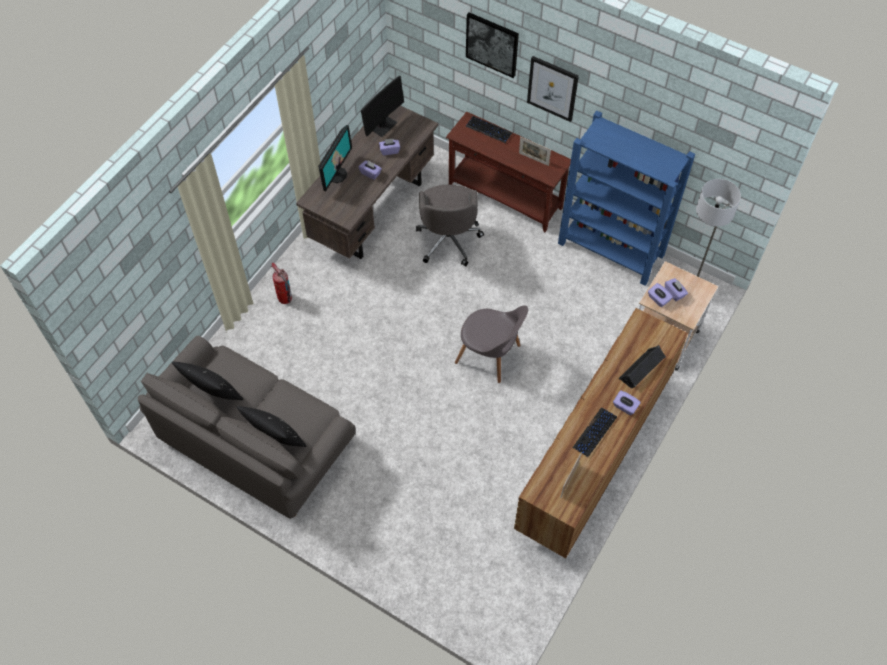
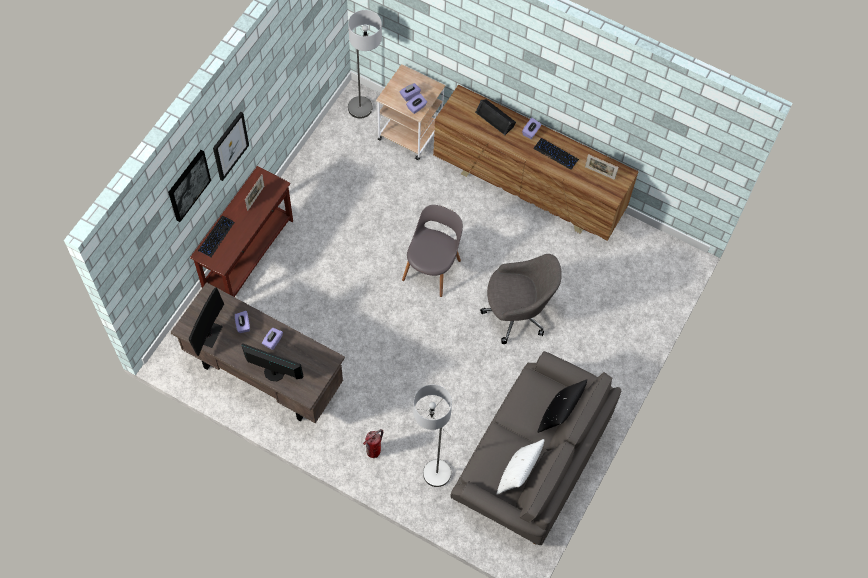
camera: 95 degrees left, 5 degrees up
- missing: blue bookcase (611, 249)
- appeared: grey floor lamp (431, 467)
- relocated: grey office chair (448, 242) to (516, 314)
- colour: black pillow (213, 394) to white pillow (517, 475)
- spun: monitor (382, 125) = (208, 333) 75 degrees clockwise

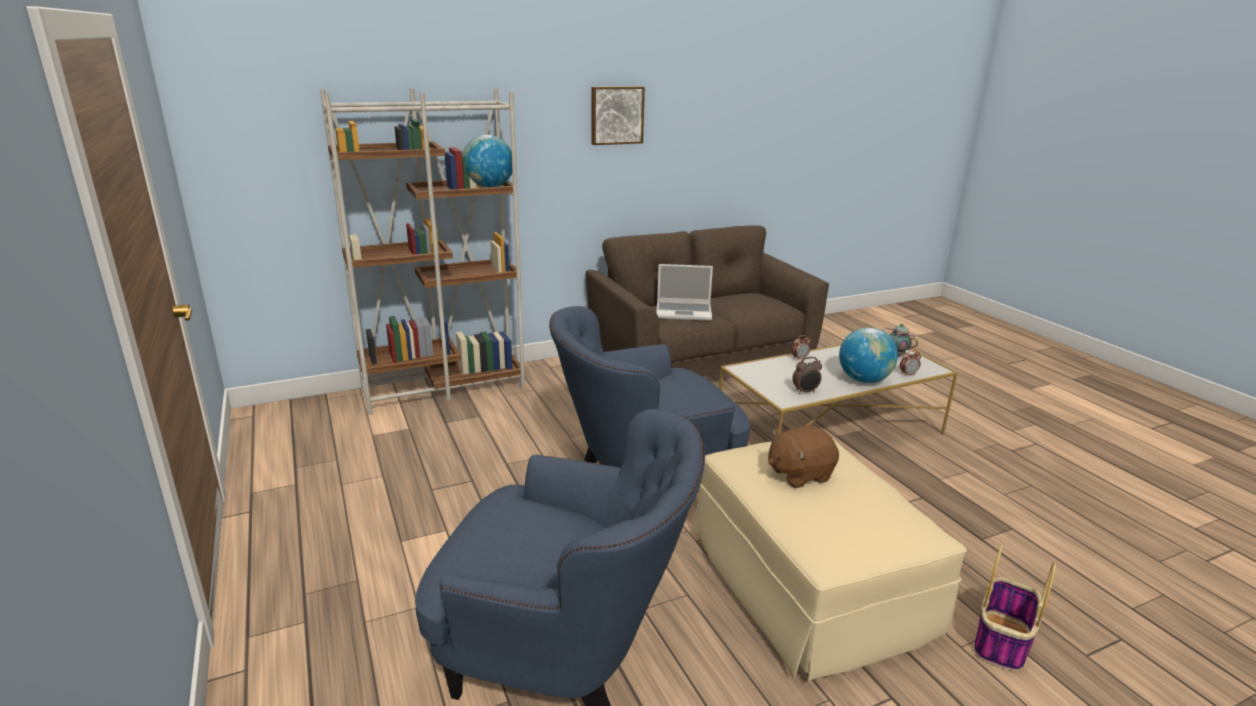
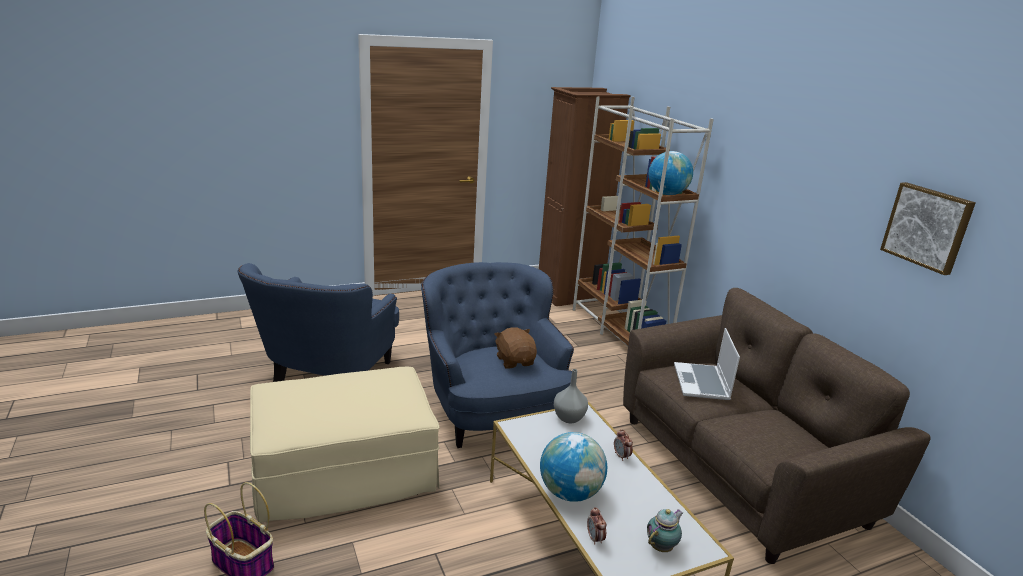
camera: 90 degrees right, 0 degrees up
- missing: alarm clock (805, 392)
- appeared: brown cabinet (568, 295)
- appeared: grey vase (569, 418)
- relocated: picture (616, 115) to (927, 227)
- relocated: brown plush toy (799, 474) to (515, 361)

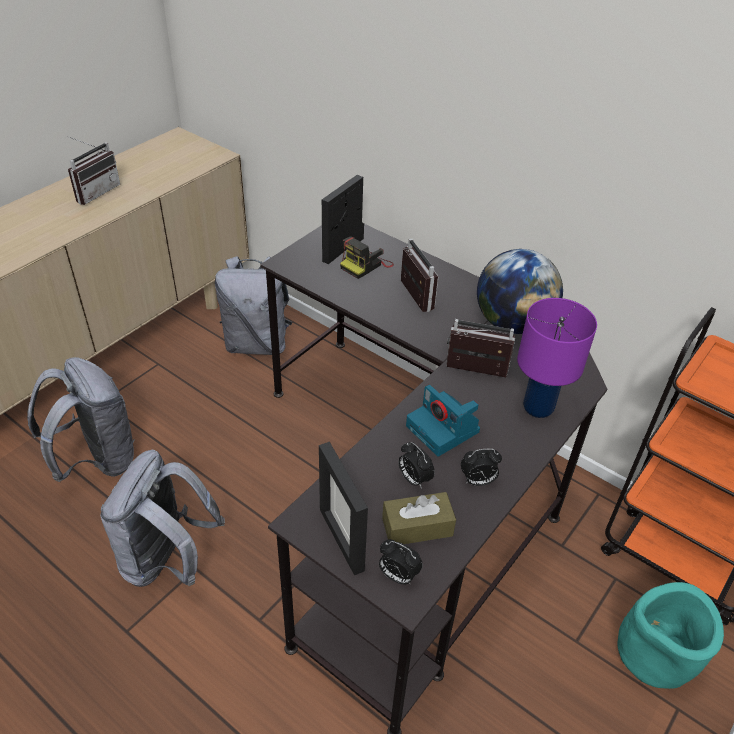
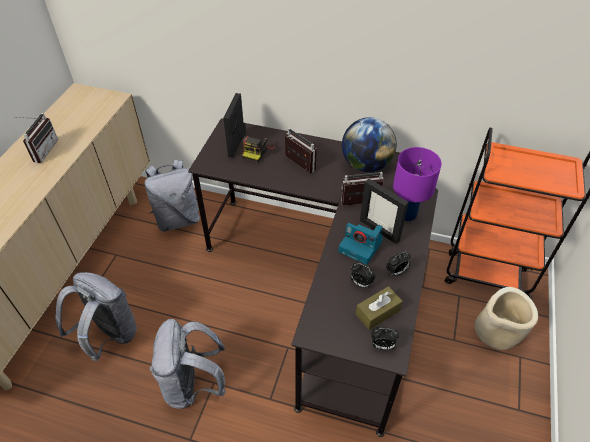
camera: 20 degrees left, 5 degrees up
- relocated: picture frame (343, 539) to (380, 230)
- colour: turquoise planter (653, 656) to beige planter (496, 333)

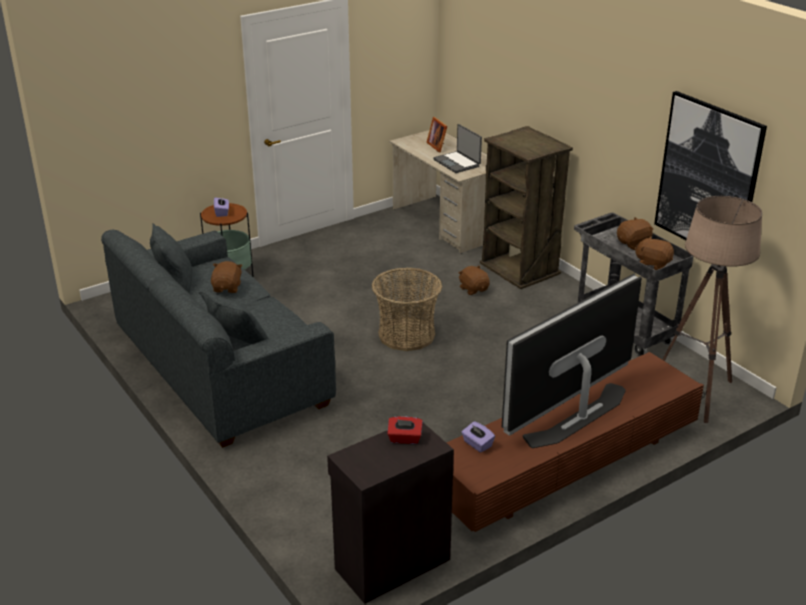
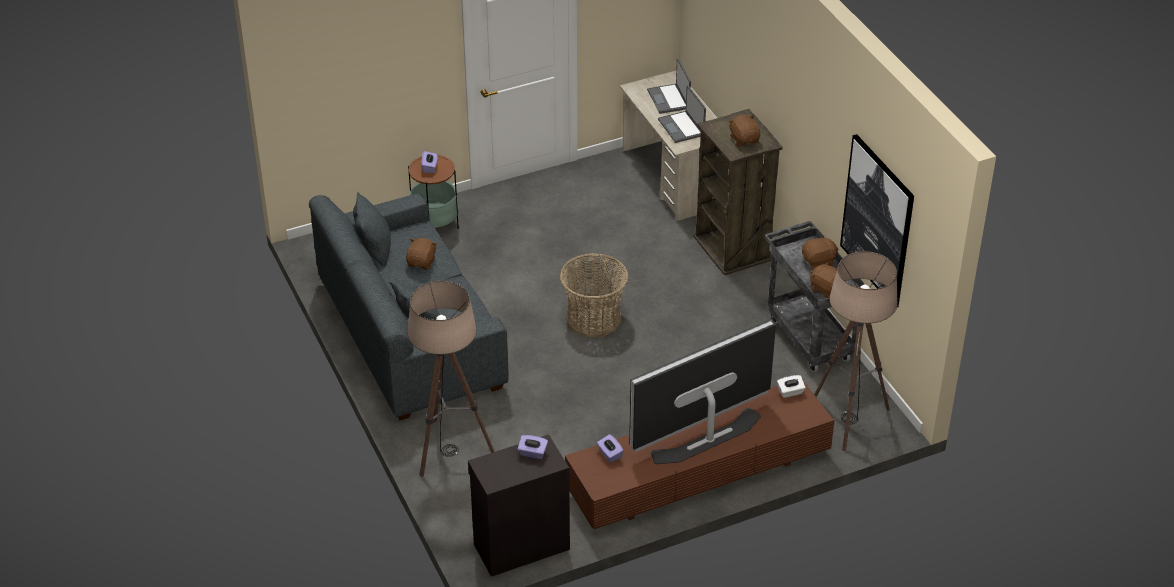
camera: 10 degrees right, 10 degrees up
- appeared: floor lamp (450, 449)
- appeared: white tissue box (790, 392)
- relocated: brown plush toy (473, 289) to (744, 139)
- exchanged: picture frame (438, 146) to laptop (669, 99)
- colour: red tissue box (404, 439) to purple tissue box (532, 453)

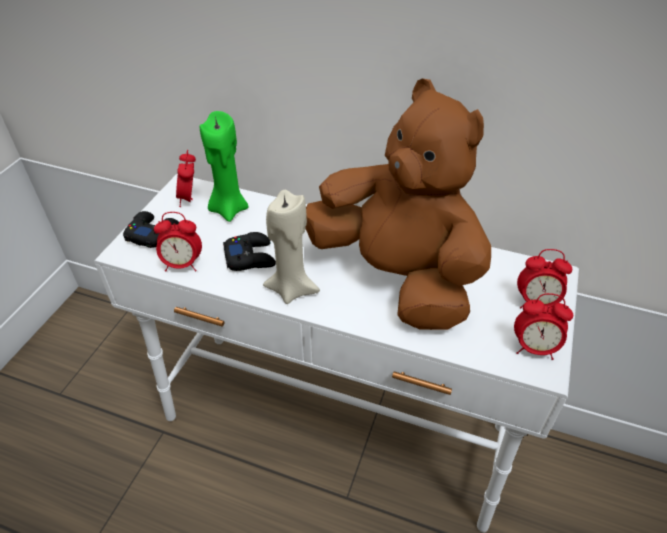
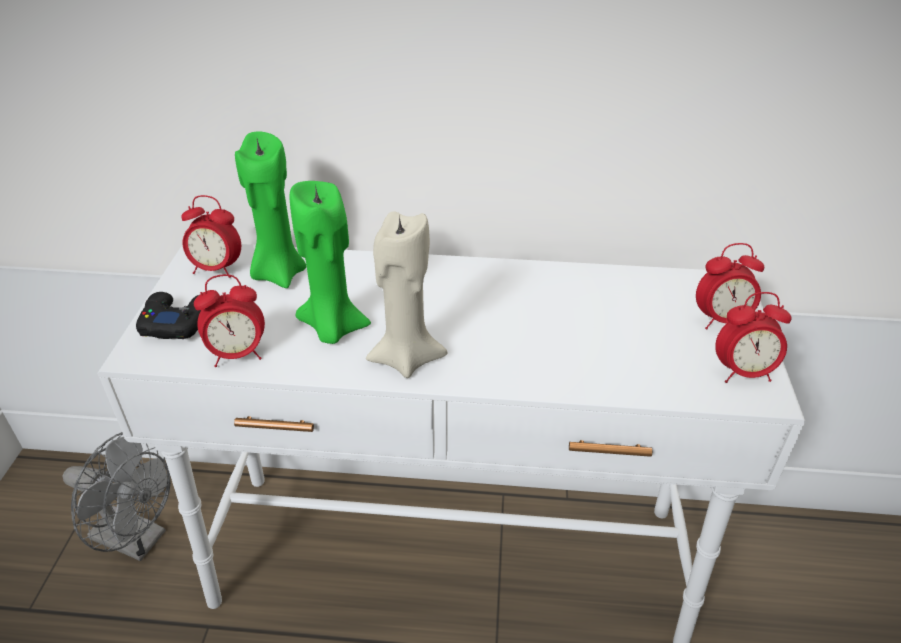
camera: 15 degrees left, 5 degrees down
- missing: brown plush toy (396, 276)
- appeared: grey fan (138, 539)
- exchanged: black game controller (250, 257) to green candle (332, 328)
- spun: alarm clock (190, 199) = (217, 269) 60 degrees counterclockwise

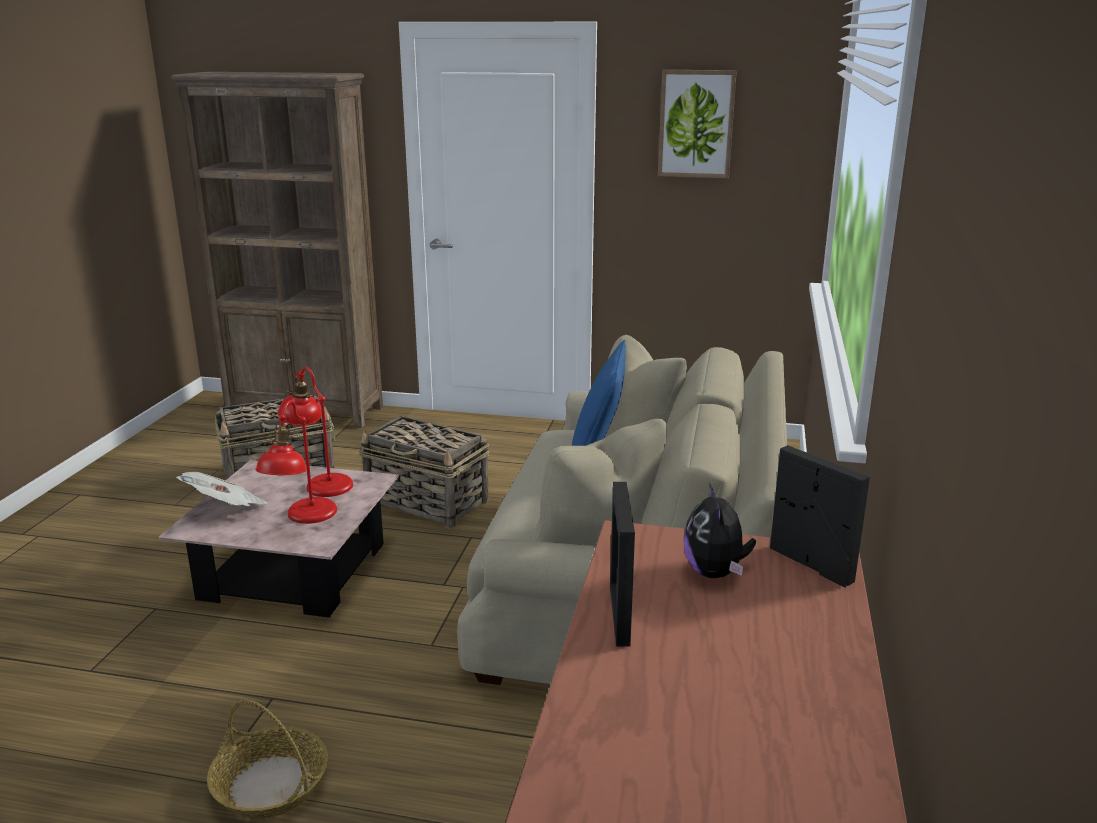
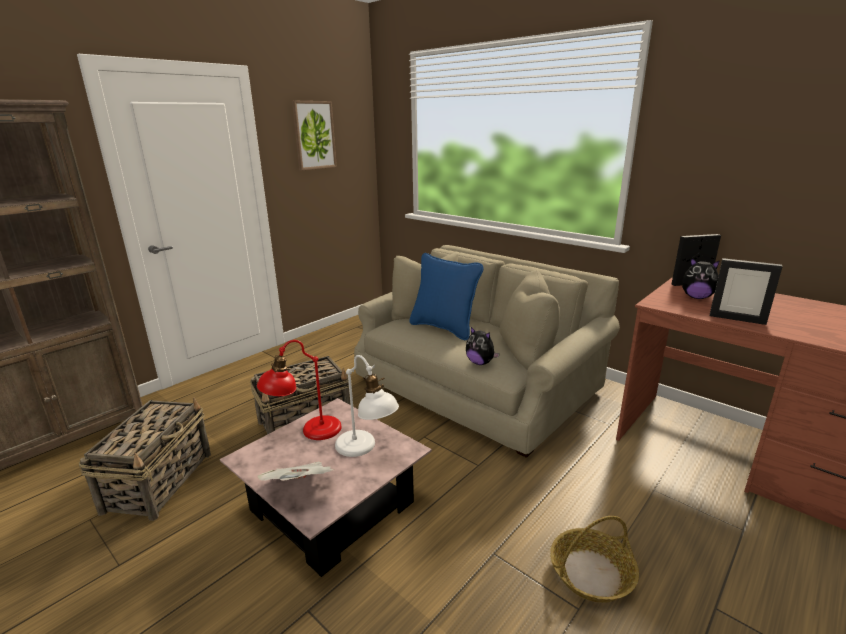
camera: 60 degrees left, 0 degrees up
- appeared: plush toy (480, 363)
- colour: red table lamp (302, 522) to white table lamp (367, 451)

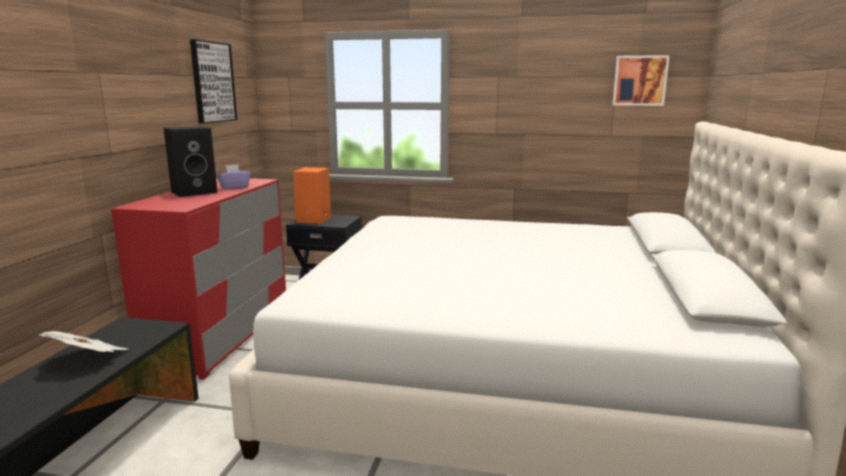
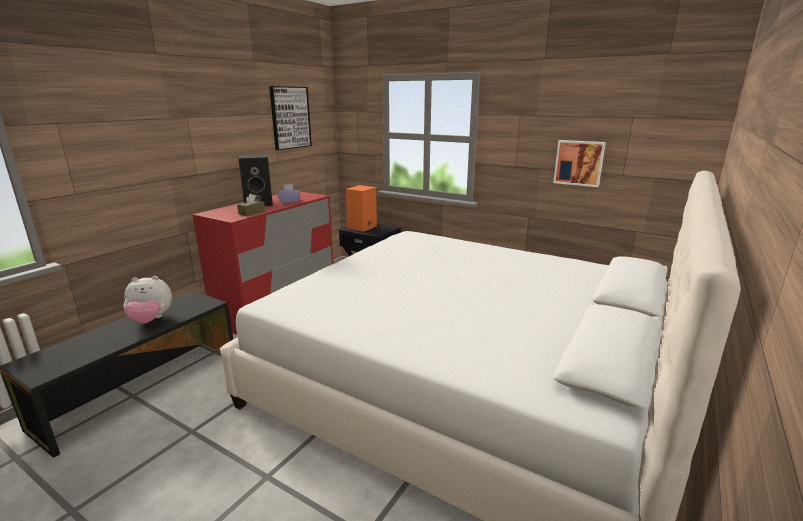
camera: 20 degrees right, 5 degrees up
- appeared: brown tissue box (252, 213)
- relocated: picture (639, 80) to (579, 163)
- exchanged: newspaper (88, 359) to plush toy (151, 320)

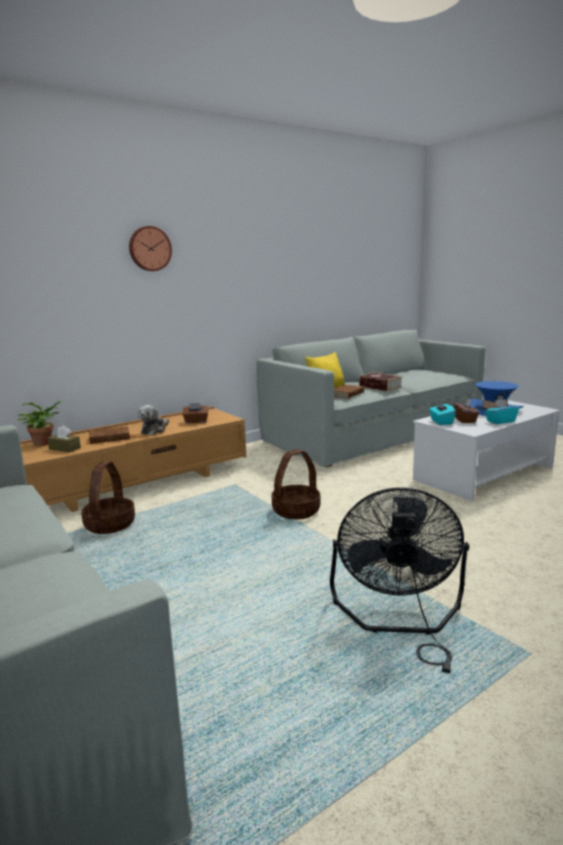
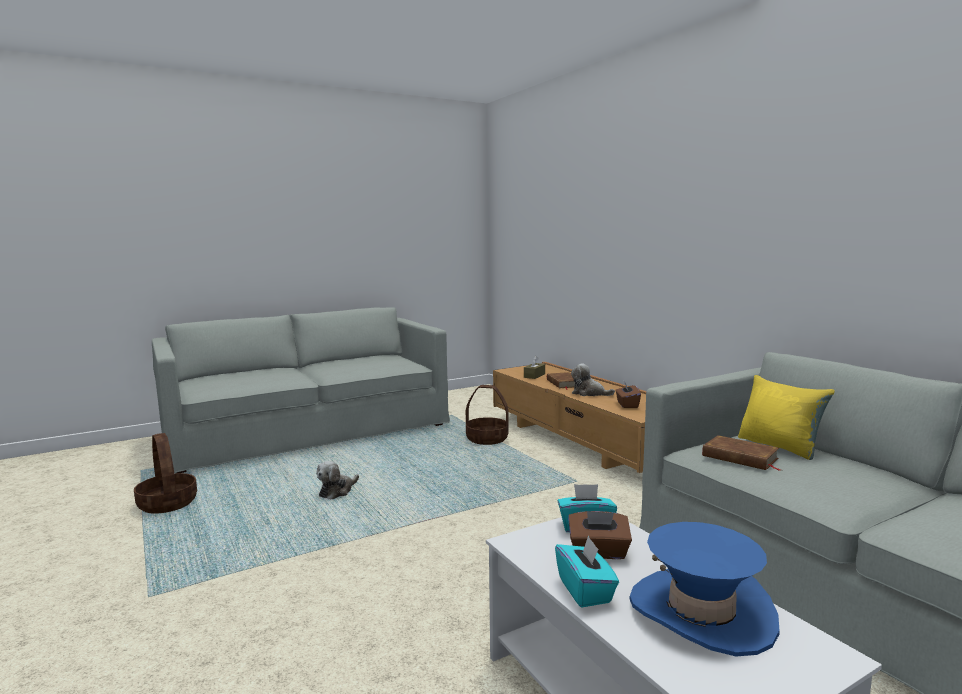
camera: 95 degrees right, 5 degrees down
- missing: potted plant (45, 443)
- missing: wall clock (149, 249)
- missing: black fan (403, 621)
- missing: book (380, 387)
- appeared: plush toy (337, 491)
- relocated: basket (296, 510) to (168, 504)

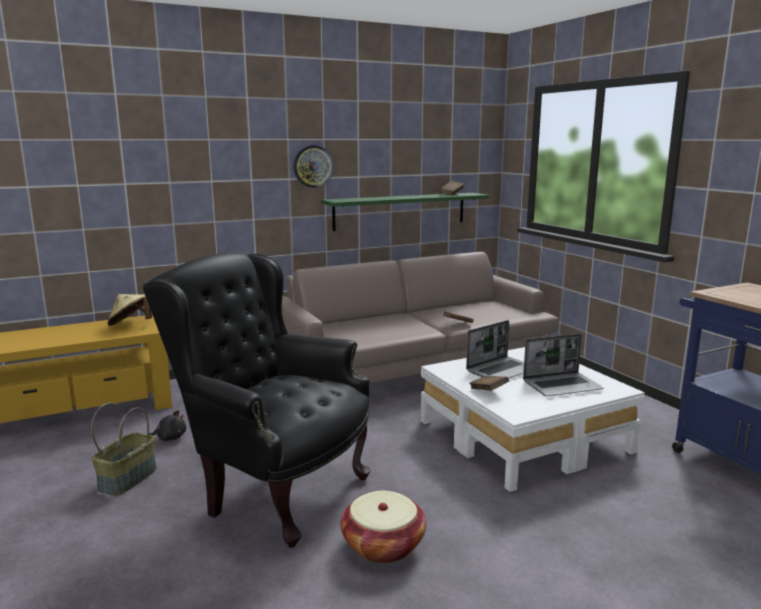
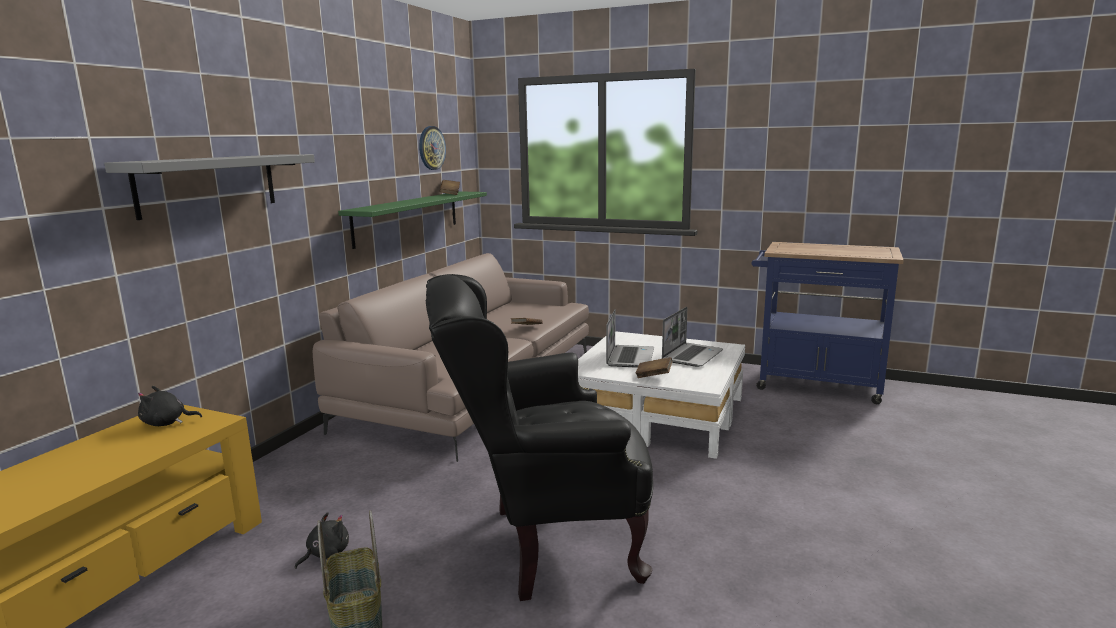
camera: 40 degrees left, 0 degrees up
- missing: basket (383, 545)
- appeared: grey shelf (208, 184)
- relocated: wall clock (312, 166) to (431, 148)
- exchanged: beige hat (131, 324) to black plush toy (167, 423)

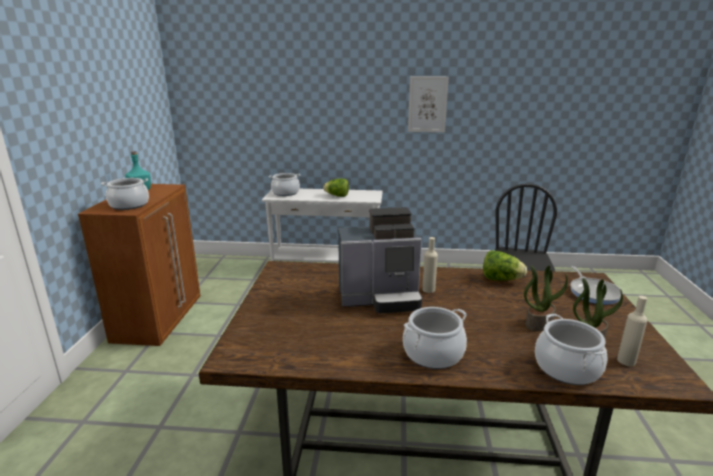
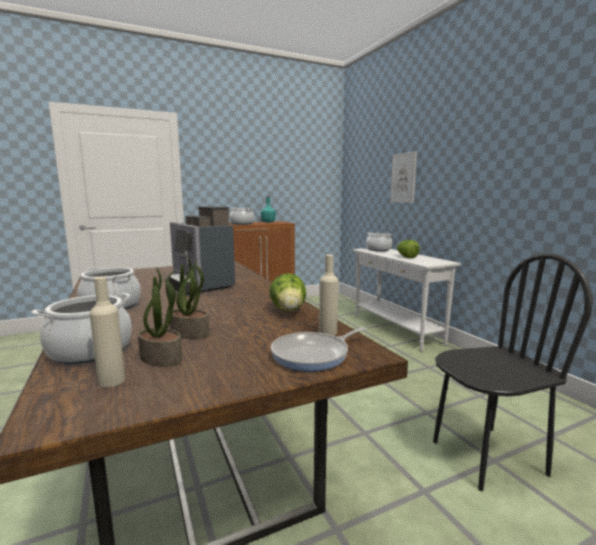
camera: 60 degrees right, 10 degrees down
- relocated: picture (427, 104) to (403, 178)
- relocated: beige bottle (428, 289) to (328, 332)

